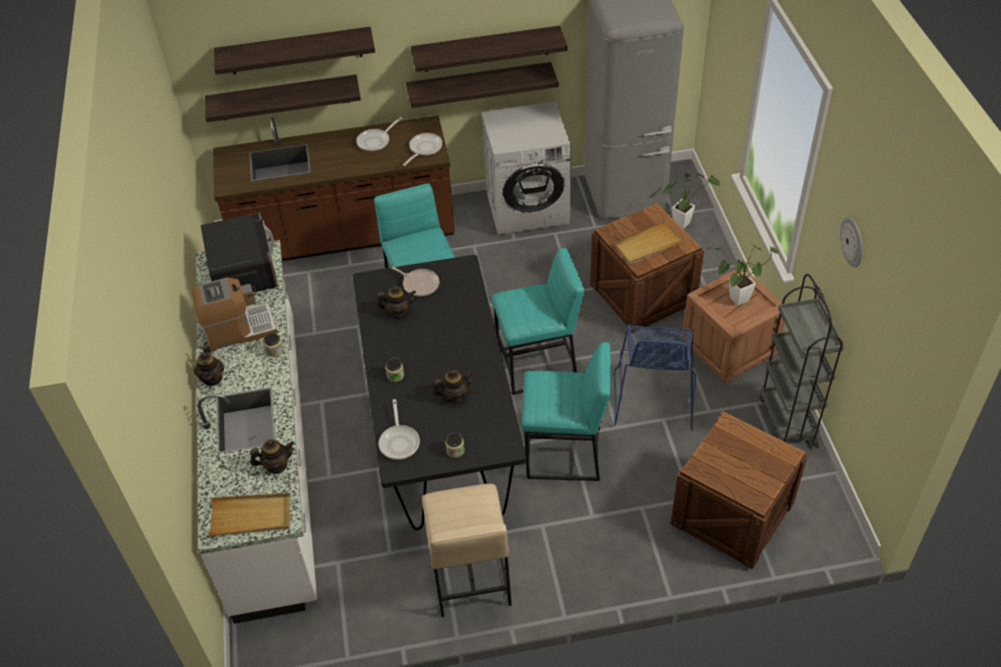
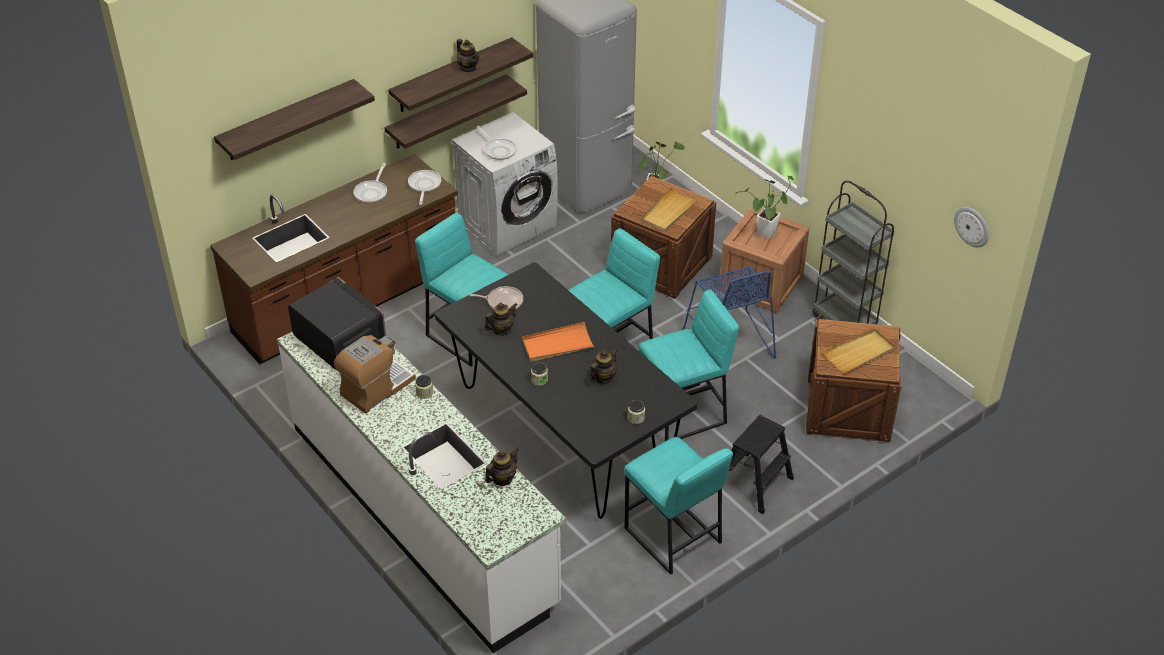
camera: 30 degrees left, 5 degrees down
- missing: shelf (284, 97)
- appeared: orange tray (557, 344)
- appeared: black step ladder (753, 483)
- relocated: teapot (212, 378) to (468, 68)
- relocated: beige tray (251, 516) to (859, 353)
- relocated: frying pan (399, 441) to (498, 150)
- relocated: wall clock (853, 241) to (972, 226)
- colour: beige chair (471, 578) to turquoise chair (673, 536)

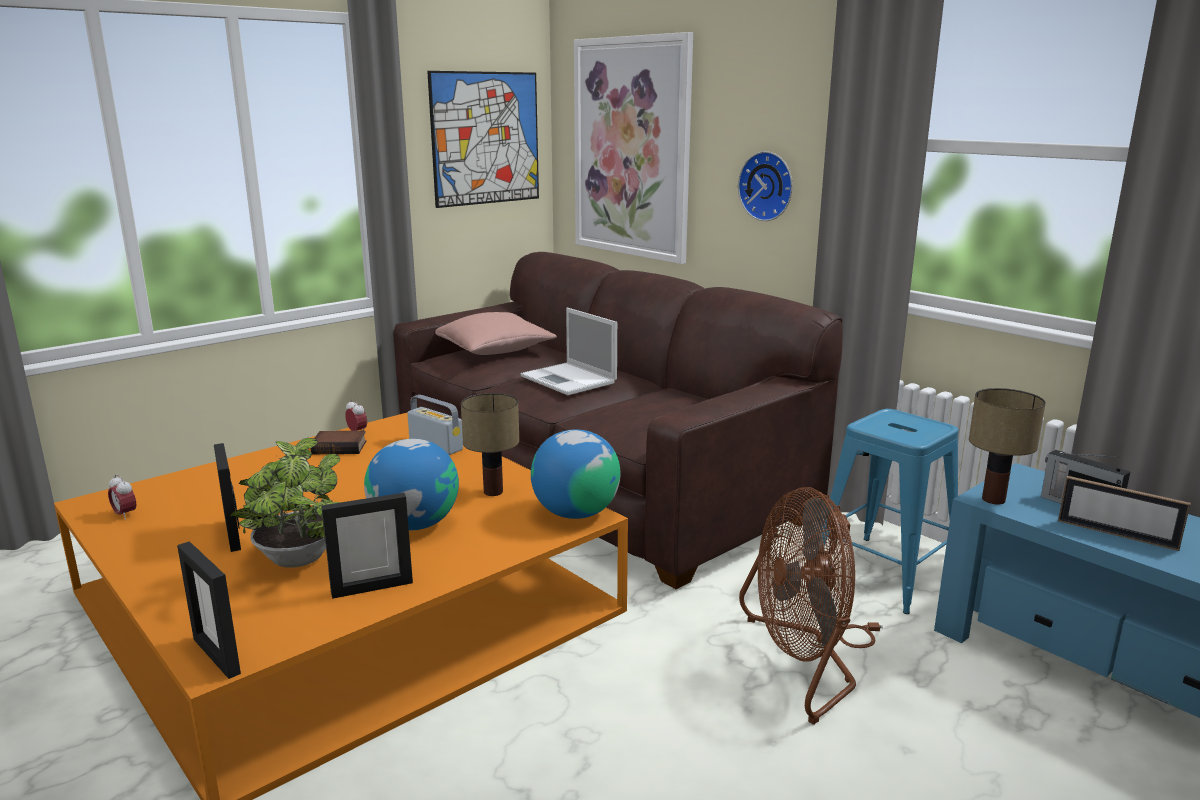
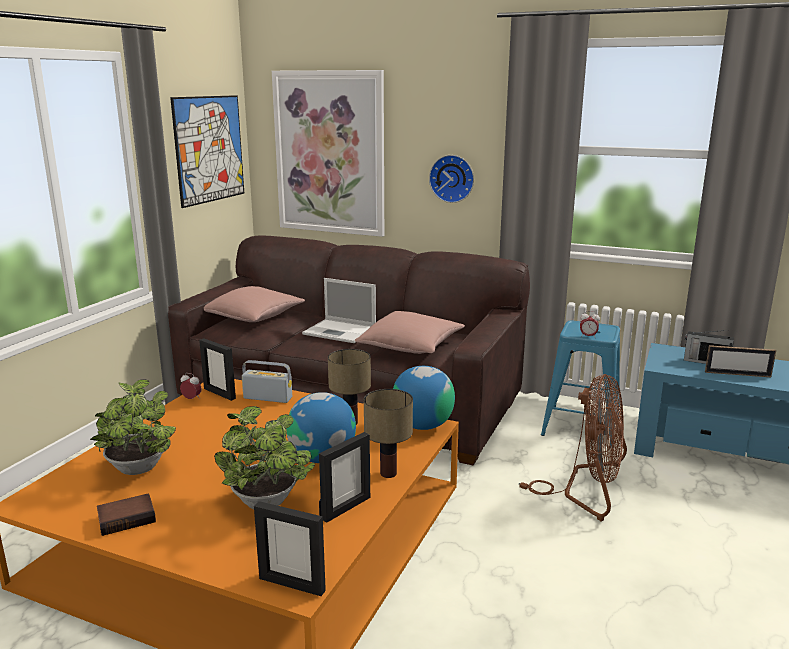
camera: 25 degrees left, 0 degrees up
- appeared: potted plant (138, 470)
- appeared: pink pillow (411, 346)
- relocated: alarm clock (125, 515) to (588, 336)
- relocated: picture frame (234, 535) to (220, 393)
- relocated: book (340, 447) to (127, 518)
- relocated: table lamp (994, 499) to (389, 473)
- spun: brown fan (809, 659) = (585, 488) 120 degrees counterclockwise

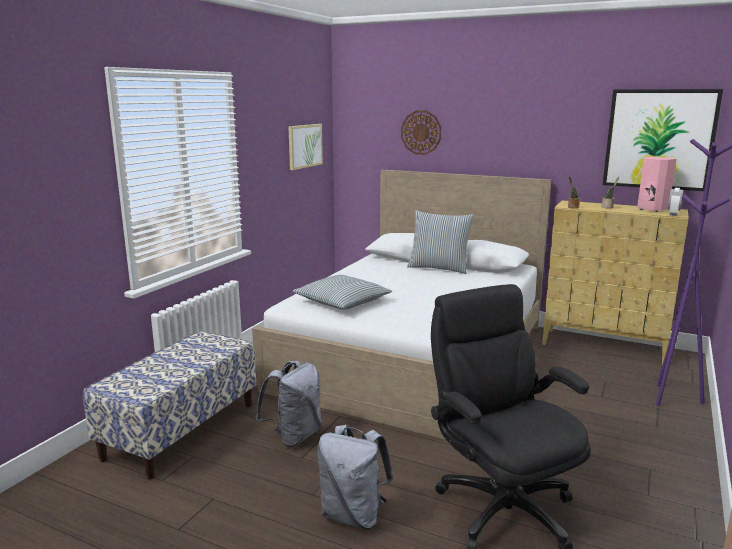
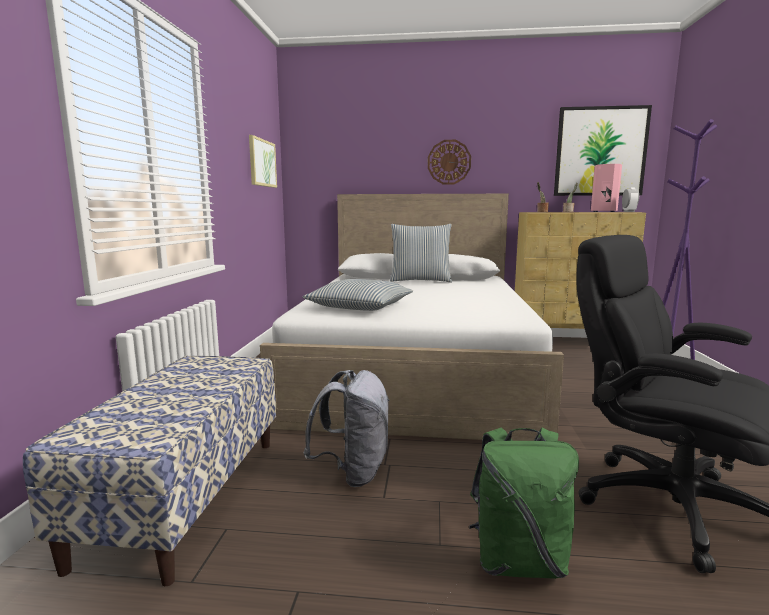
camera: 20 degrees left, 5 degrees down
- relocated: wall clock (421, 132) to (449, 162)
- colour: grey backpack (353, 515) to green backpack (518, 560)

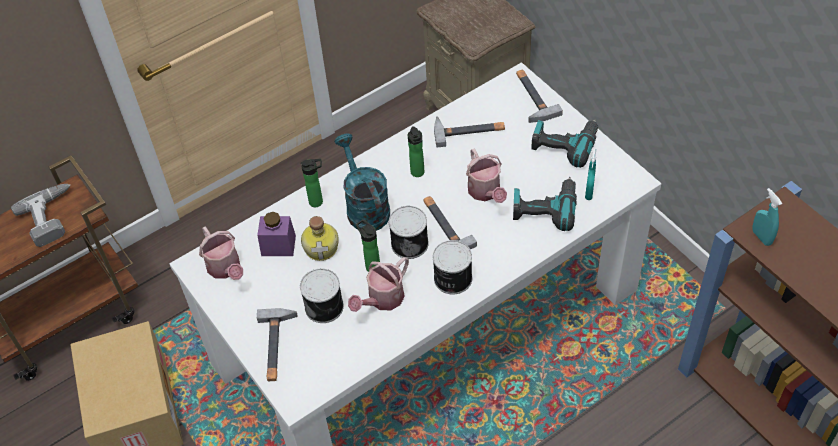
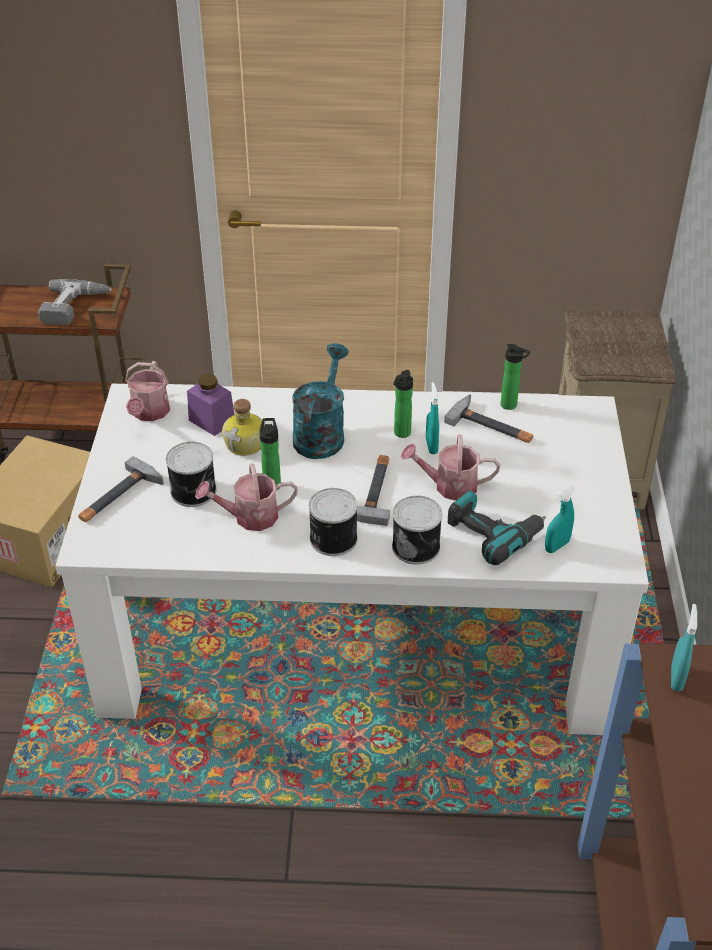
camera: 35 degrees right, 10 degrees down
- missing: hammer (531, 97)
- missing: power drill (564, 144)
- appeared: turquoise spray bottle (431, 446)
- relocated: bottle (318, 201) to (511, 406)
- relocated: can (410, 242) to (417, 546)
- spun: watering can (486, 192) = (449, 486) 75 degrees clockwise

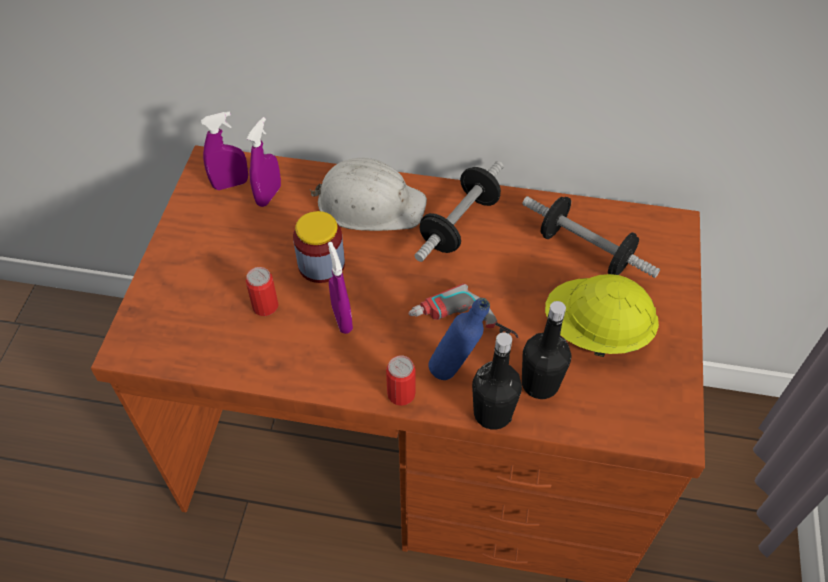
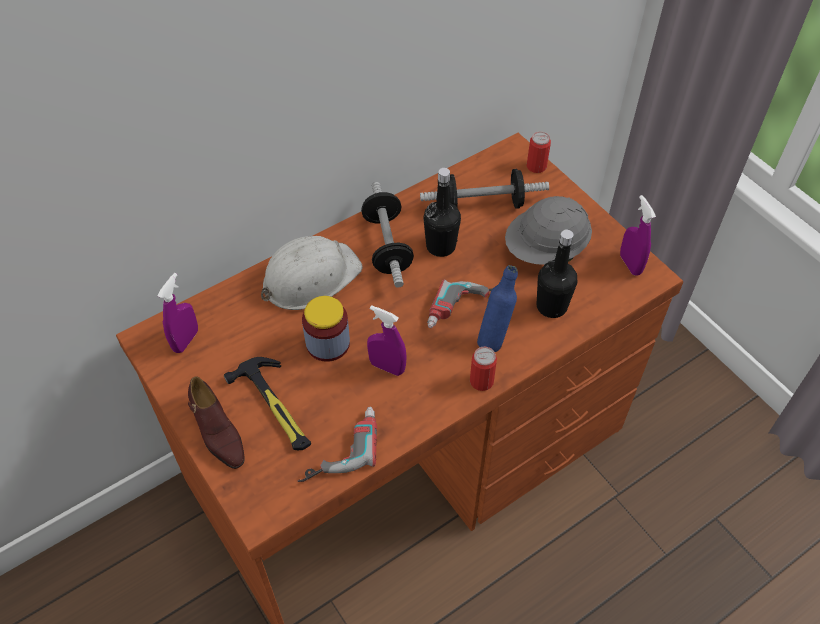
camera: 45 degrees left, 0 degrees up
- appeared: brown shoe (217, 432)
- appeared: hammer (275, 406)
- appeared: power drill (338, 447)
- relocated: can (265, 306) to (536, 166)
- relocated: purple spray bottle (268, 195) to (630, 264)
- relocated: black bottle (492, 413) to (440, 246)
- colour: yellow hard hat (596, 331) to grey hard hat (546, 250)

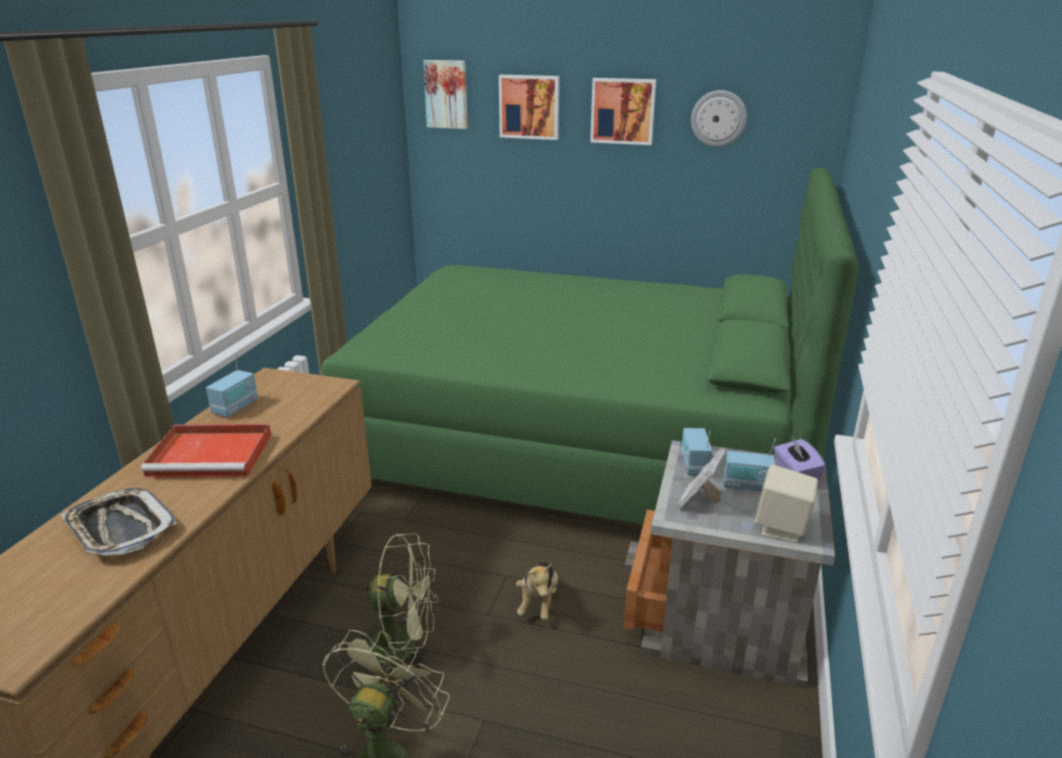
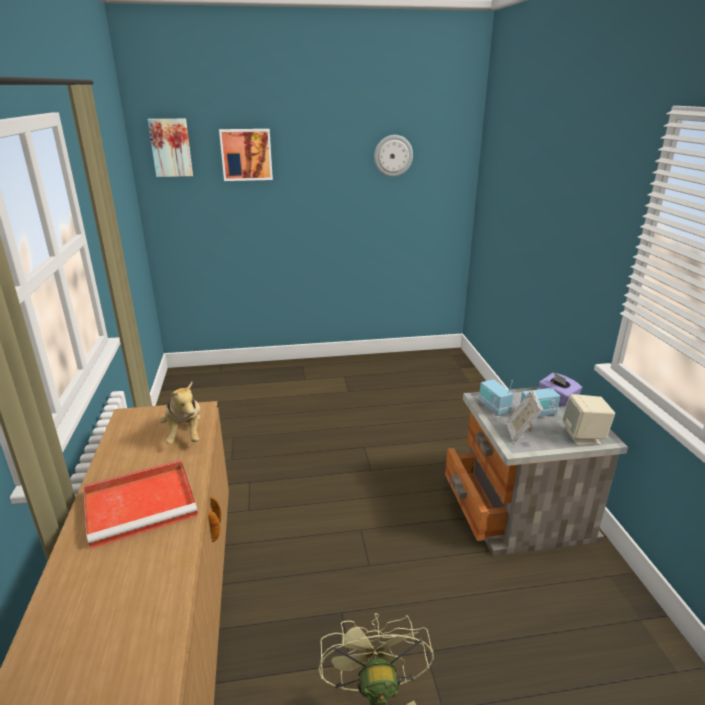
camera: 25 degrees left, 0 degrees up
- missing: tray (120, 528)
- missing: radio (236, 408)
- missing: green bed (577, 441)
- missing: green fan (403, 647)
- missing: picture (623, 111)
- relocated: plush toy (538, 602) to (185, 433)

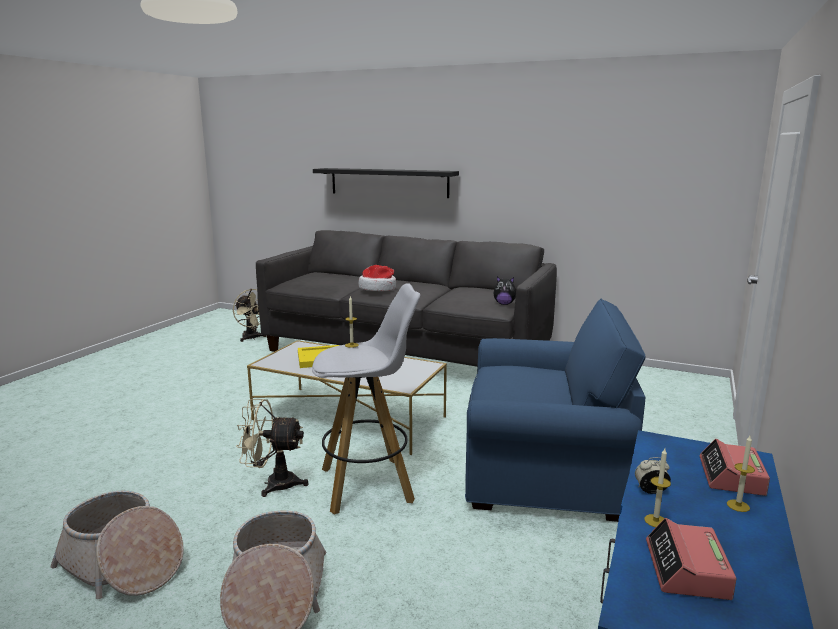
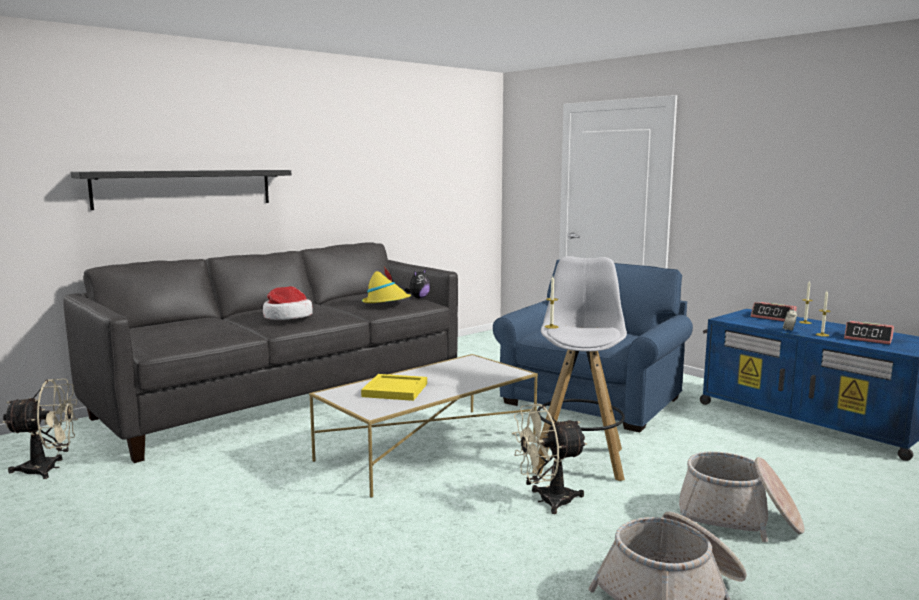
camera: 65 degrees left, 5 degrees down
- appeared: yellow hat (386, 302)
- spun: beige fan (273, 484) = (547, 501) 45 degrees clockwise

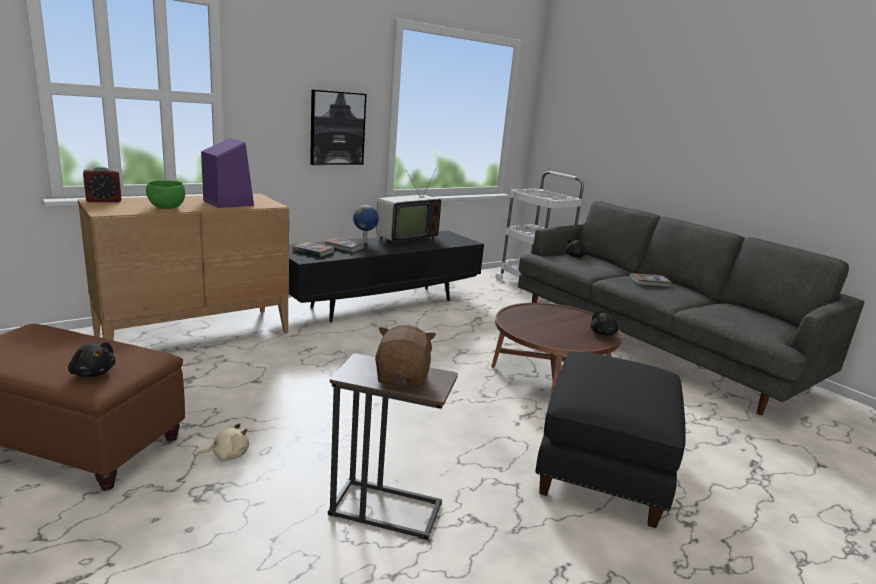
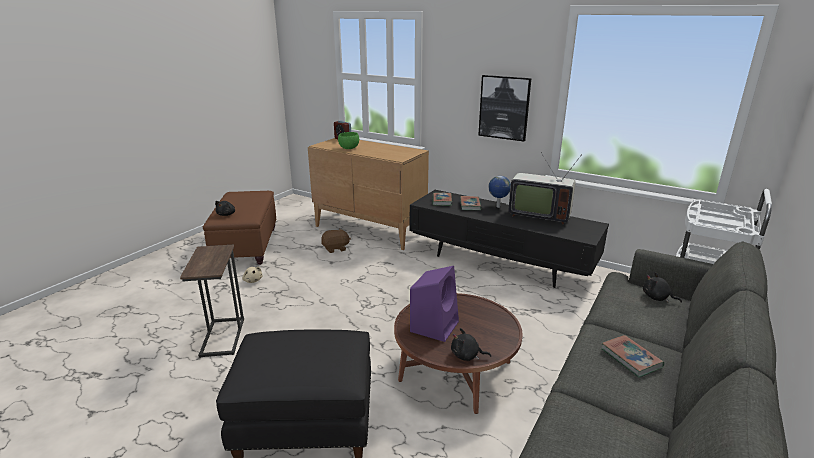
camera: 70 degrees right, 5 degrees up
- relocated: purple speaker (227, 202) to (434, 325)
- relocated: brown plush toy (403, 377) to (335, 248)

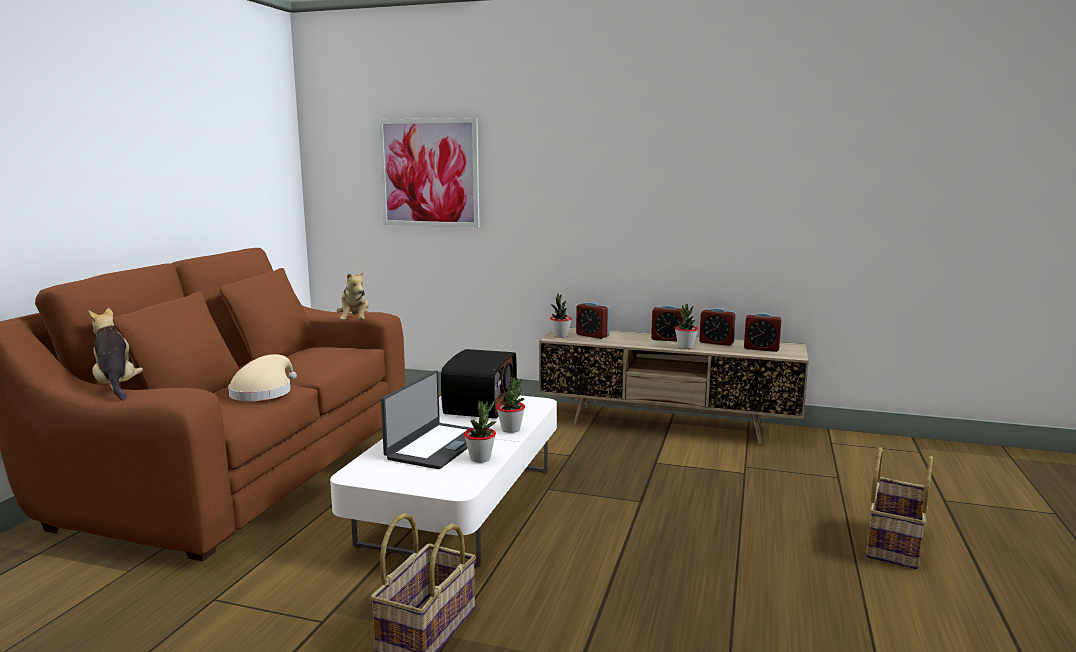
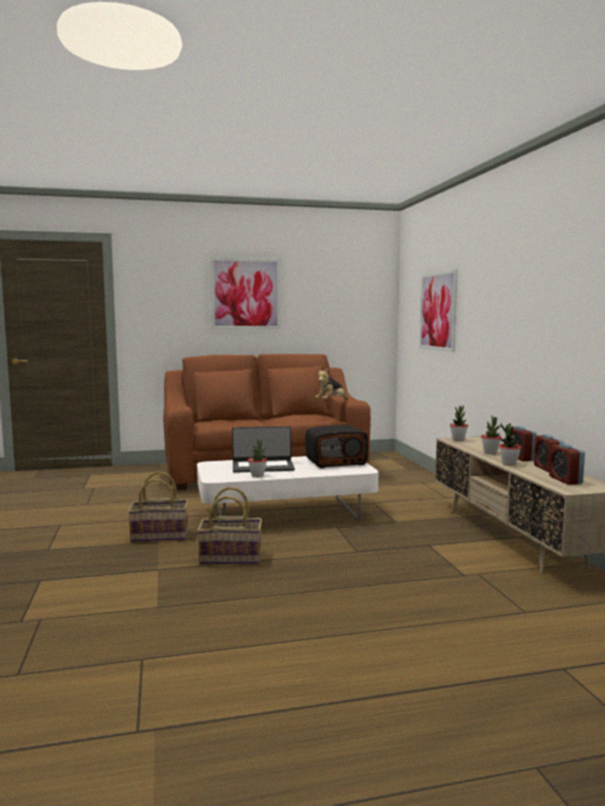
camera: 60 degrees right, 5 degrees down
- missing: plush toy (116, 386)
- missing: beige hat (264, 392)
- missing: alarm clock (592, 335)
- appeared: picture (245, 294)
- relocated: potted plant (511, 429) to (490, 453)
- relocated: basket (893, 543) to (231, 557)

